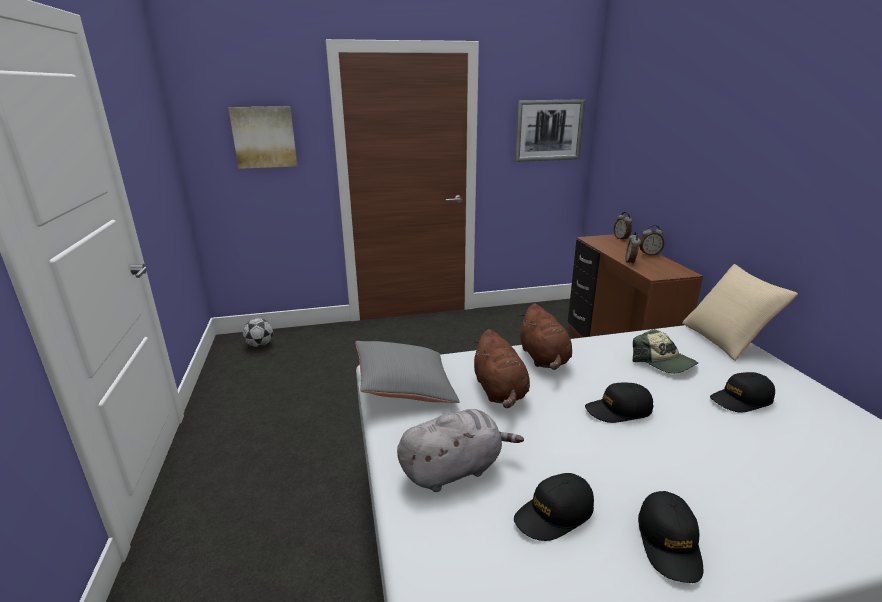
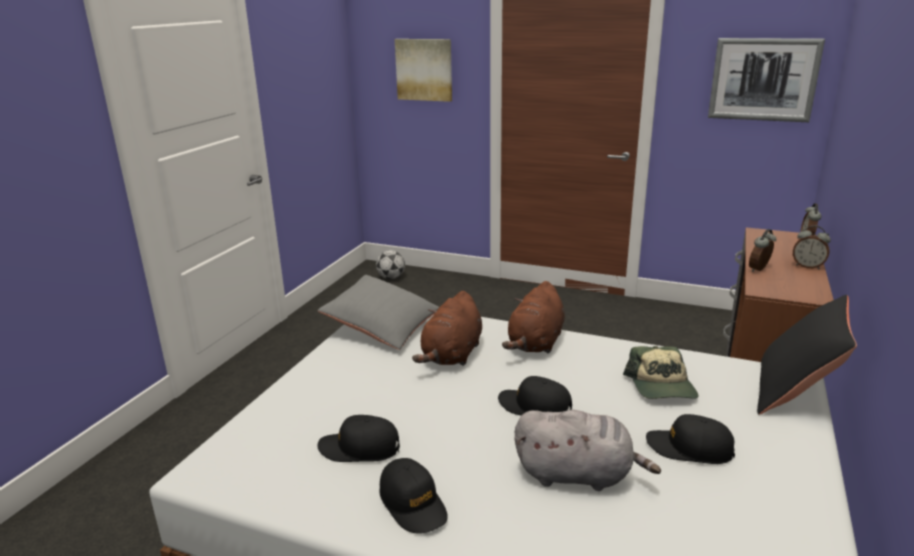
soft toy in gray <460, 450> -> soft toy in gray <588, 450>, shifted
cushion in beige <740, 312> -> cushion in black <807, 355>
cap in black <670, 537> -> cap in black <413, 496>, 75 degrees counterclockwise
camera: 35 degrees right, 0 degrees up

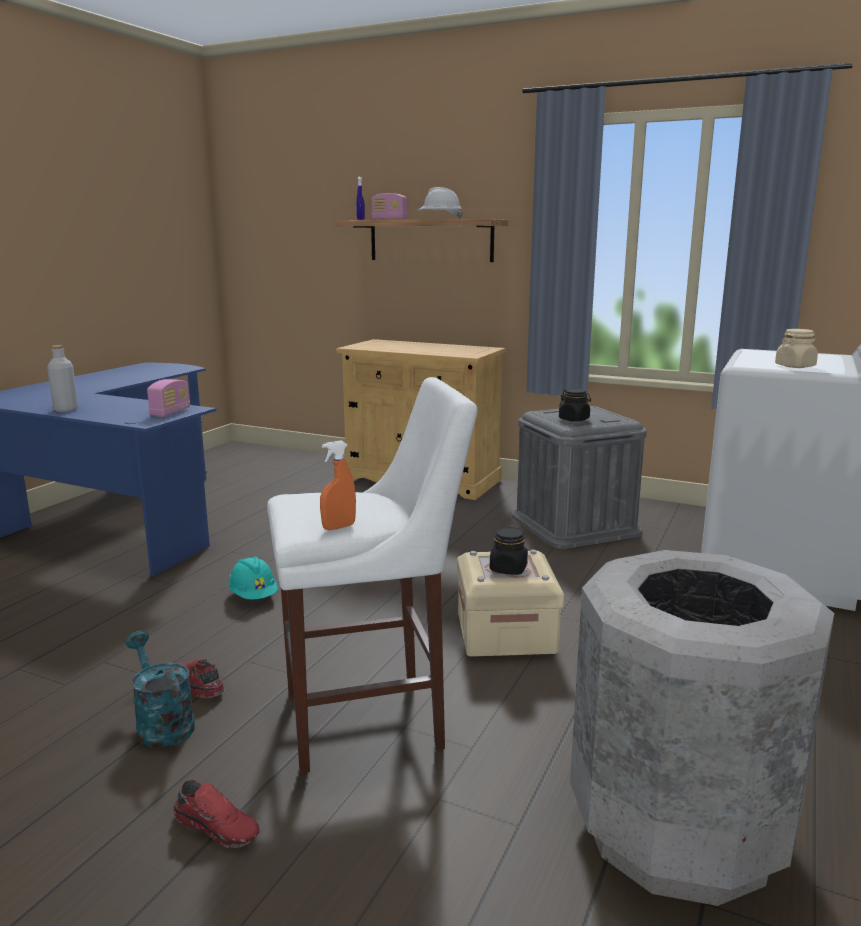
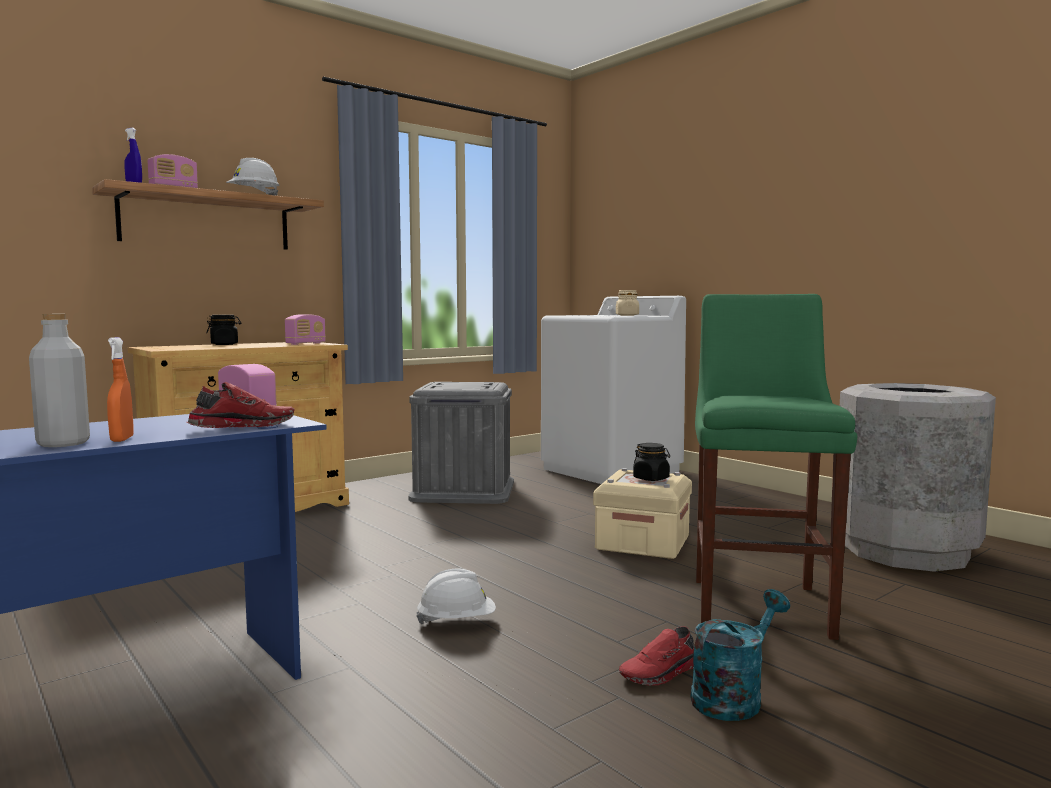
none -> radio set <305, 329>
shoe in red-coloured <216, 814> -> shoe in red-coloured <241, 405>, shifted
spray bottle in orangey <338, 485> -> spray bottle in orangey <120, 389>, shifted
storage jar in black <575, 405> -> storage jar in black <223, 330>, shifted
hard hat in turquoise-coloured <253, 577> -> hard hat in whitish <456, 596>
stool seat in whitish <372, 575> -> stool seat in green <776, 467>
watering can in turquoise-coloured <160, 689> -> watering can in turquoise-coloured <740, 655>, 150 degrees clockwise
camera: 65 degrees left, 10 degrees down

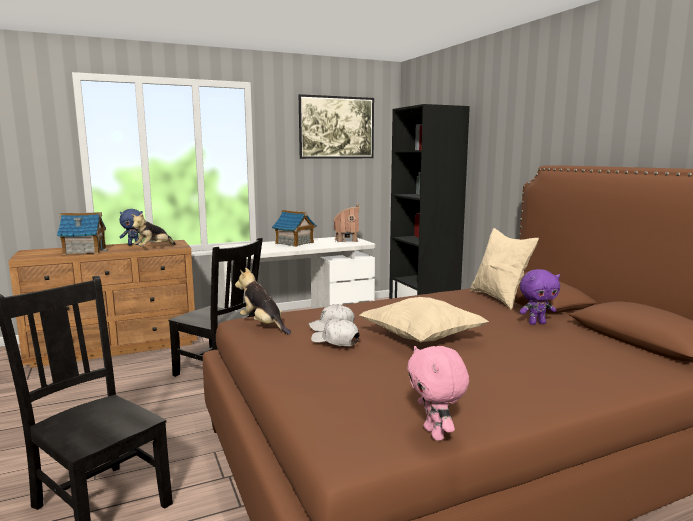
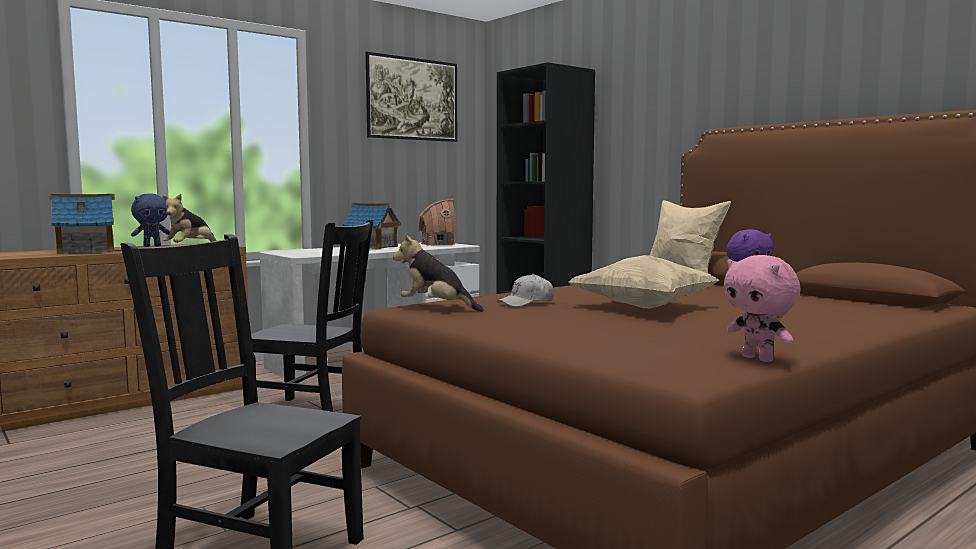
cap in whitish <335, 332> -> none
camera: 15 degrees left, 5 degrees down

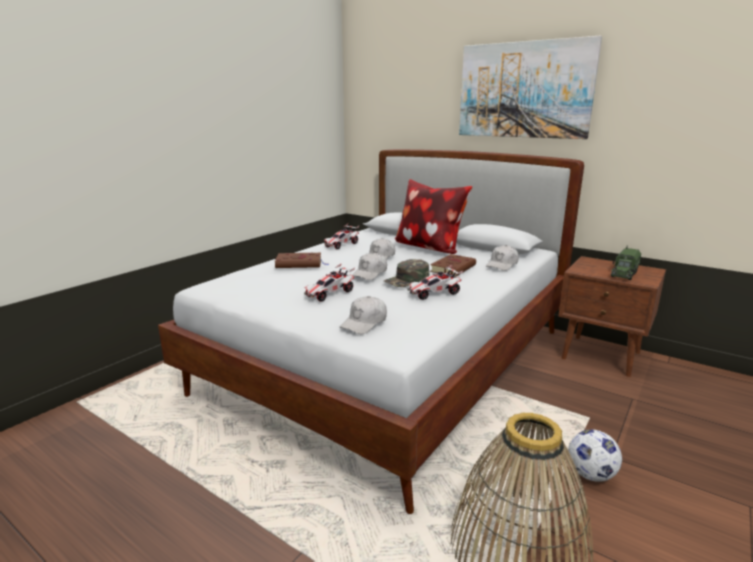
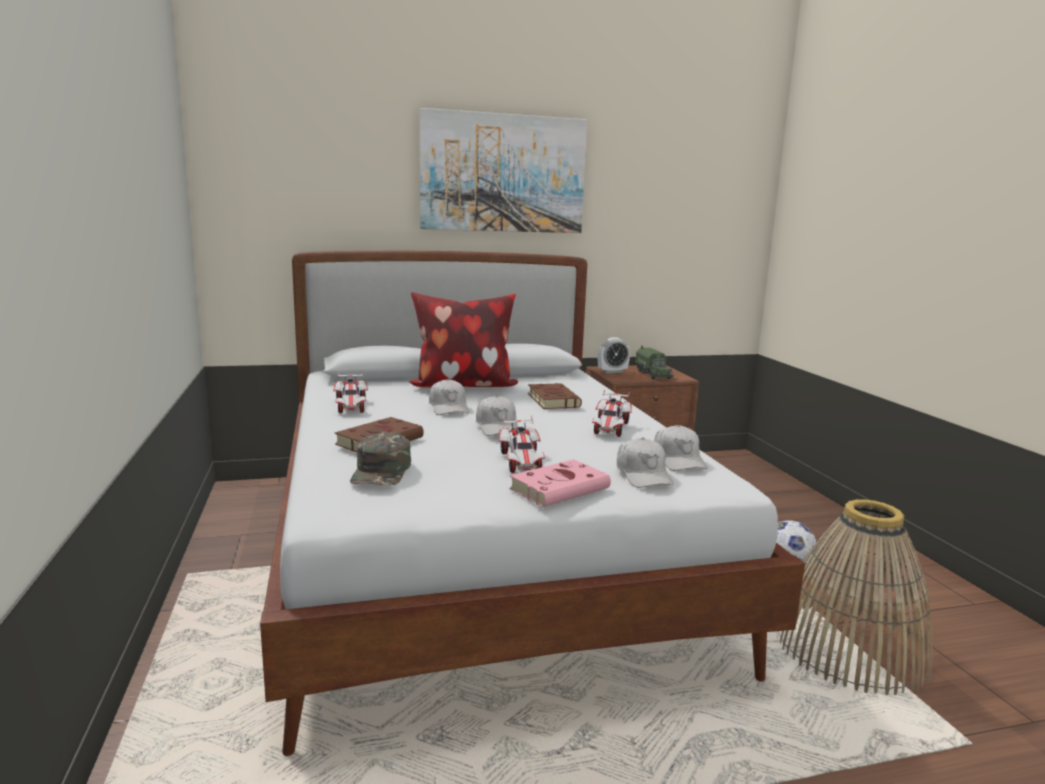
none -> bound book in pink-coloured <560, 483>
none -> bedside clock <614, 355>
cap in green <406, 273> -> cap in green <380, 459>, shifted
cap in whitish <502, 258> -> cap in whitish <681, 448>, shifted
camera: 50 degrees left, 5 degrees down

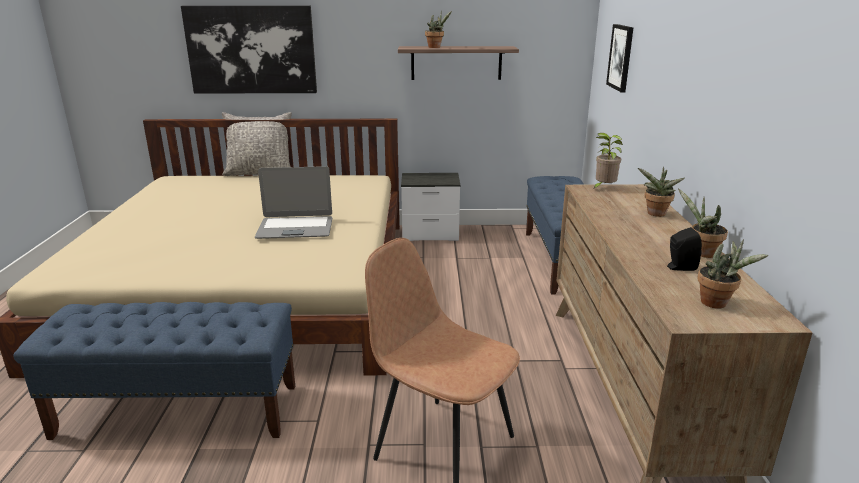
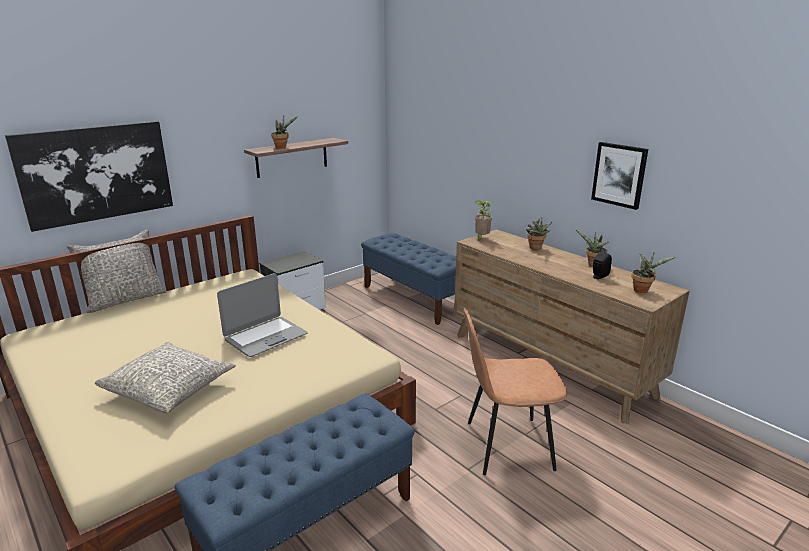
none -> cushion in gray <165, 377>
wall picture <619, 58> -> wall picture <619, 176>, shifted
camera: 40 degrees left, 0 degrees up

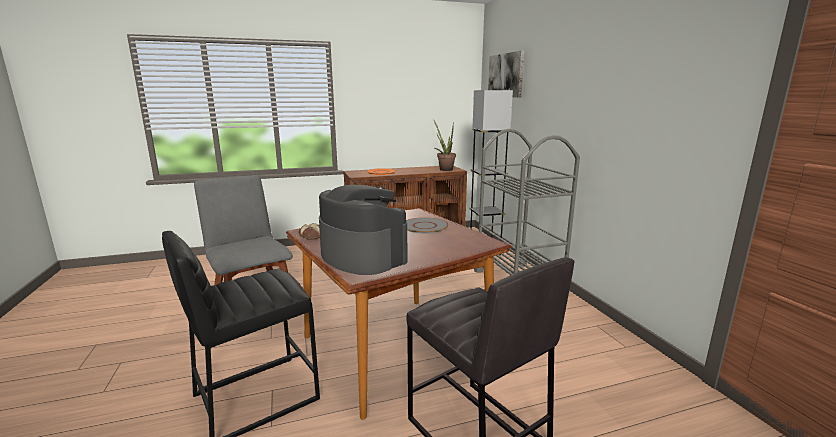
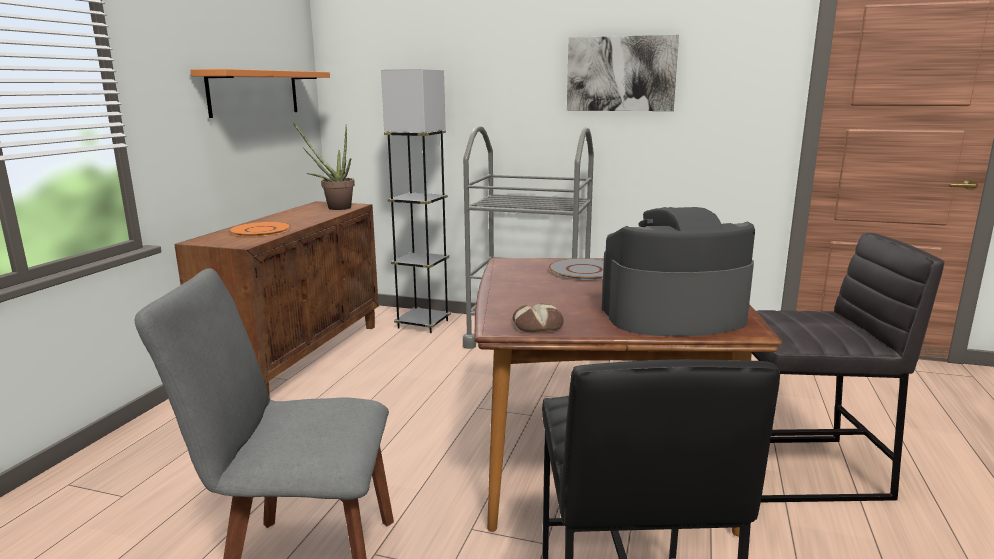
none -> bracket shelf in orangey <260, 93>
wall picture <506, 74> -> wall picture <623, 73>, shifted
camera: 55 degrees left, 0 degrees up

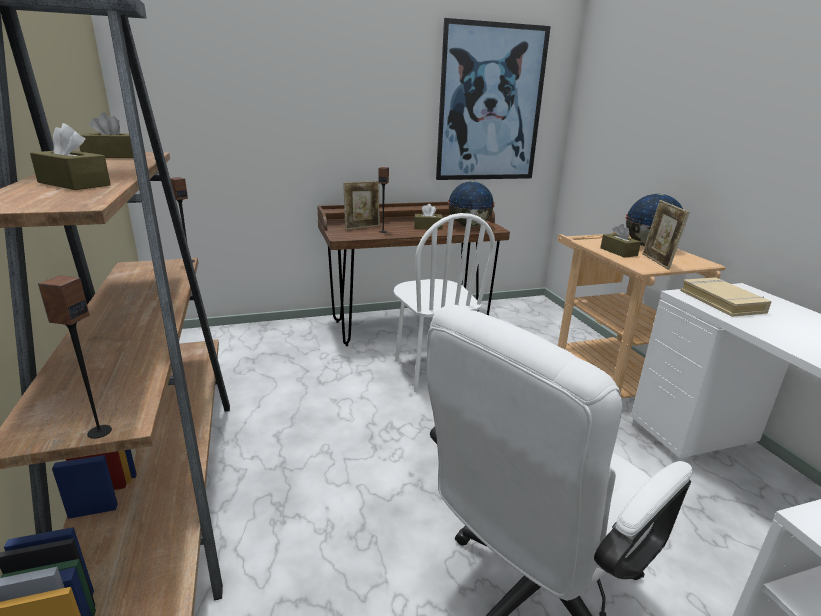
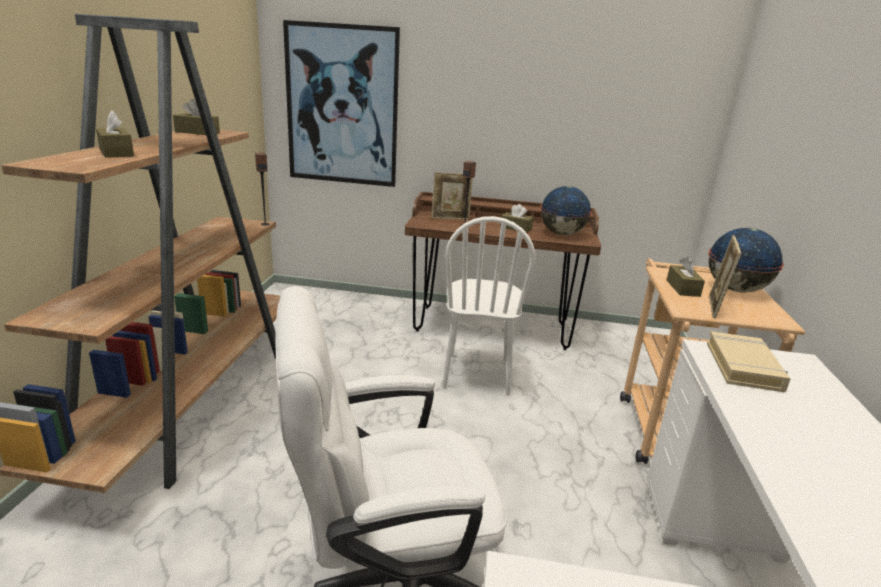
audio speaker <75, 357> -> none
wall picture <493, 99> -> wall picture <341, 103>, shifted
camera: 25 degrees right, 0 degrees up

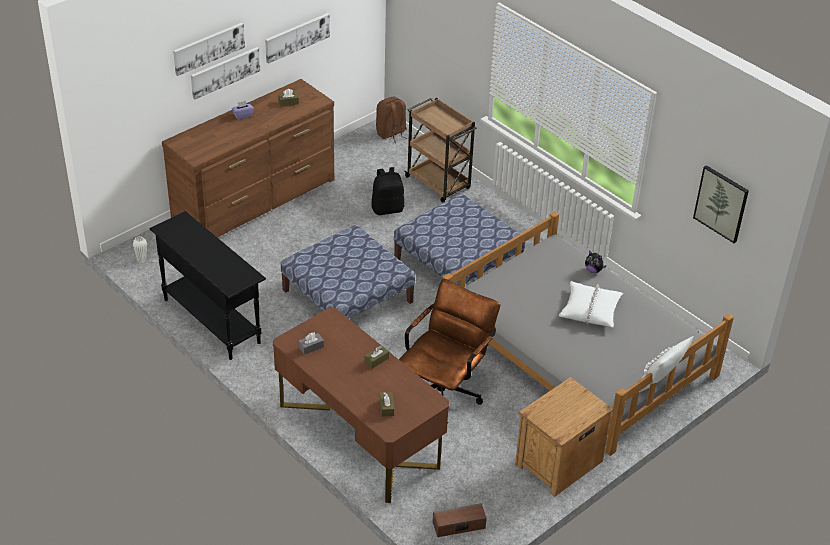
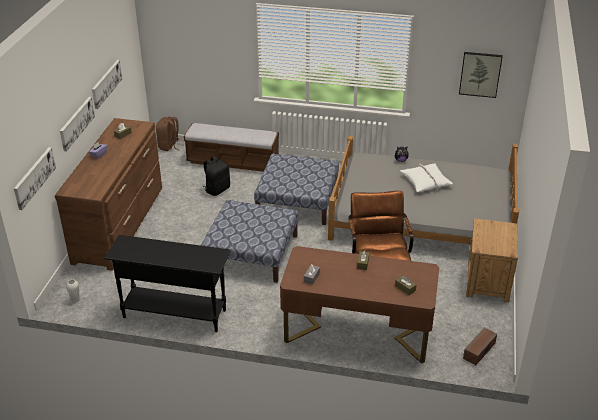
cushion in whitish <666, 364> -> none
wall picture <209, 49> -> wall picture <35, 178>, shifted
wheeled cart in brown-coloured <440, 150> -> indoor bench <231, 147>
camera: 35 degrees left, 5 degrees down

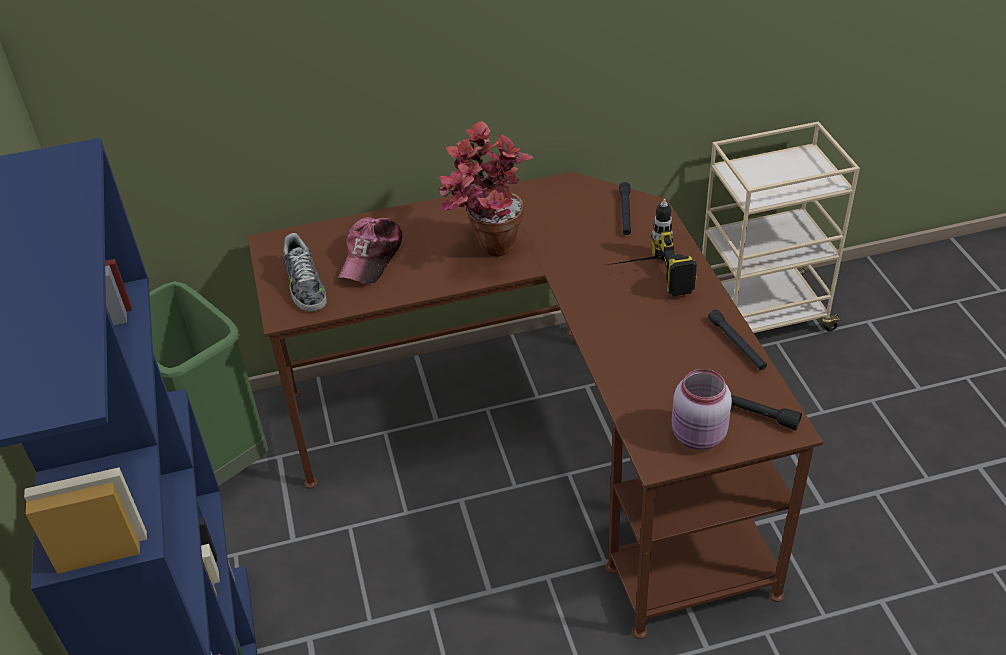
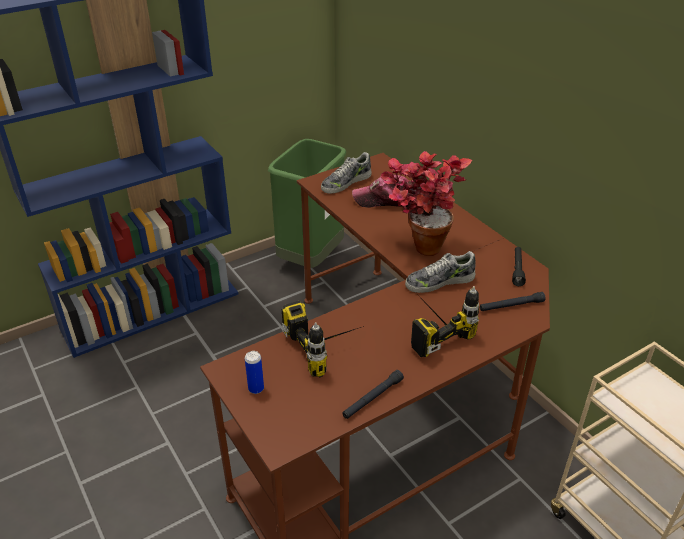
none -> drill <323, 339>
none -> shoe <440, 272>
flashlight in black <766, 412> -> flashlight in black <519, 266>, shifted
storage jar in pink-coloured <702, 409> -> can <254, 372>
camera: 70 degrees right, 5 degrees down

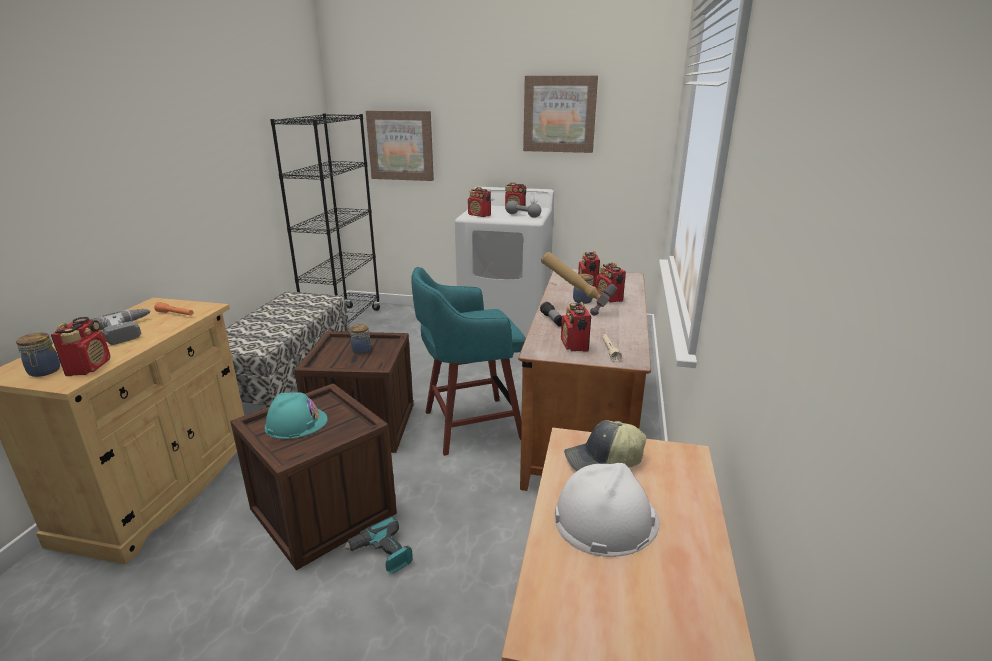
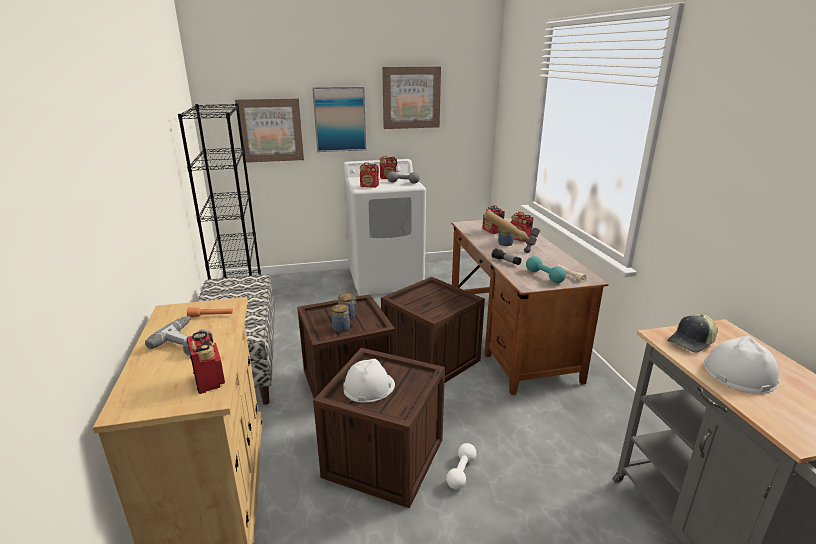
none -> wall picture <339, 119>
storage jar <38, 355> -> storage jar <341, 318>, shifted
drill <377, 545> -> hand weight in whitish <461, 466>
stool seat in turquoise-coloured <468, 361> -> crate <433, 330>
radio set <576, 327> -> hand weight in turquoise-coloured <546, 269>
hard hat in turquoise-coloured <296, 415> -> hard hat in whitish <369, 381>
camera: 25 degrees left, 0 degrees up

